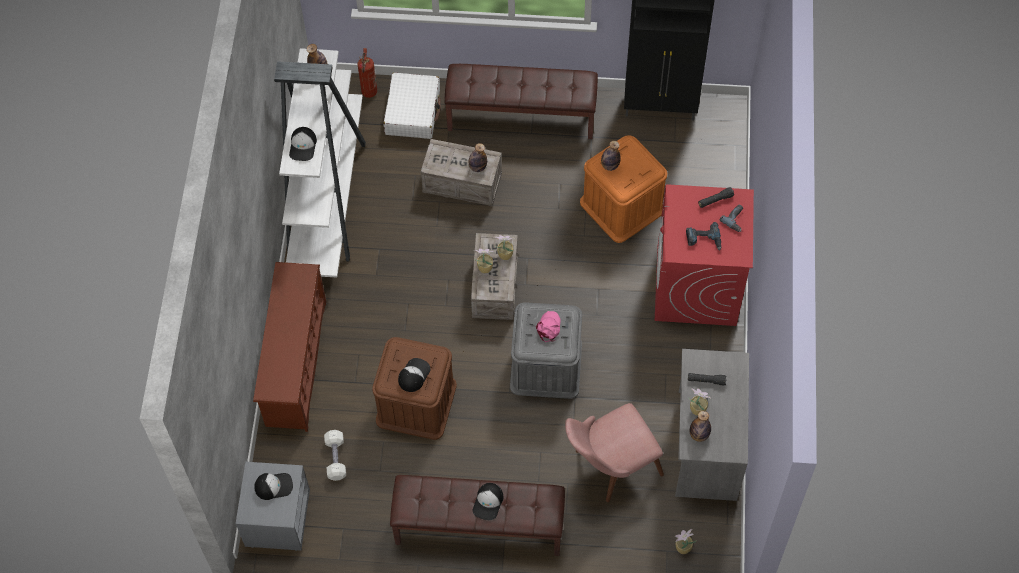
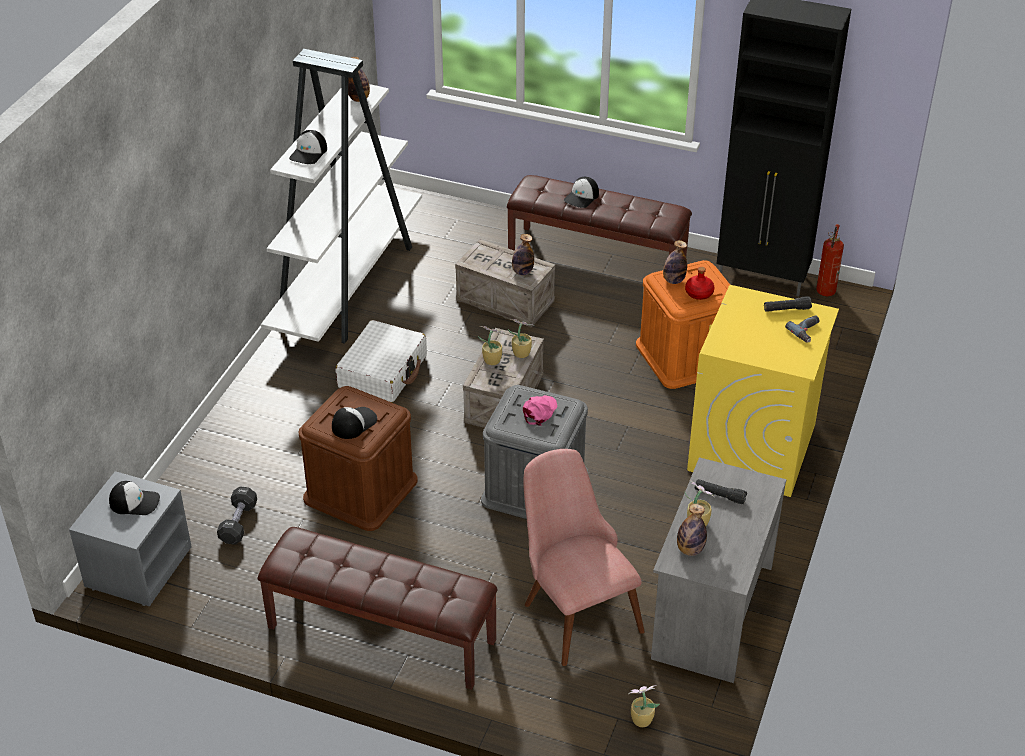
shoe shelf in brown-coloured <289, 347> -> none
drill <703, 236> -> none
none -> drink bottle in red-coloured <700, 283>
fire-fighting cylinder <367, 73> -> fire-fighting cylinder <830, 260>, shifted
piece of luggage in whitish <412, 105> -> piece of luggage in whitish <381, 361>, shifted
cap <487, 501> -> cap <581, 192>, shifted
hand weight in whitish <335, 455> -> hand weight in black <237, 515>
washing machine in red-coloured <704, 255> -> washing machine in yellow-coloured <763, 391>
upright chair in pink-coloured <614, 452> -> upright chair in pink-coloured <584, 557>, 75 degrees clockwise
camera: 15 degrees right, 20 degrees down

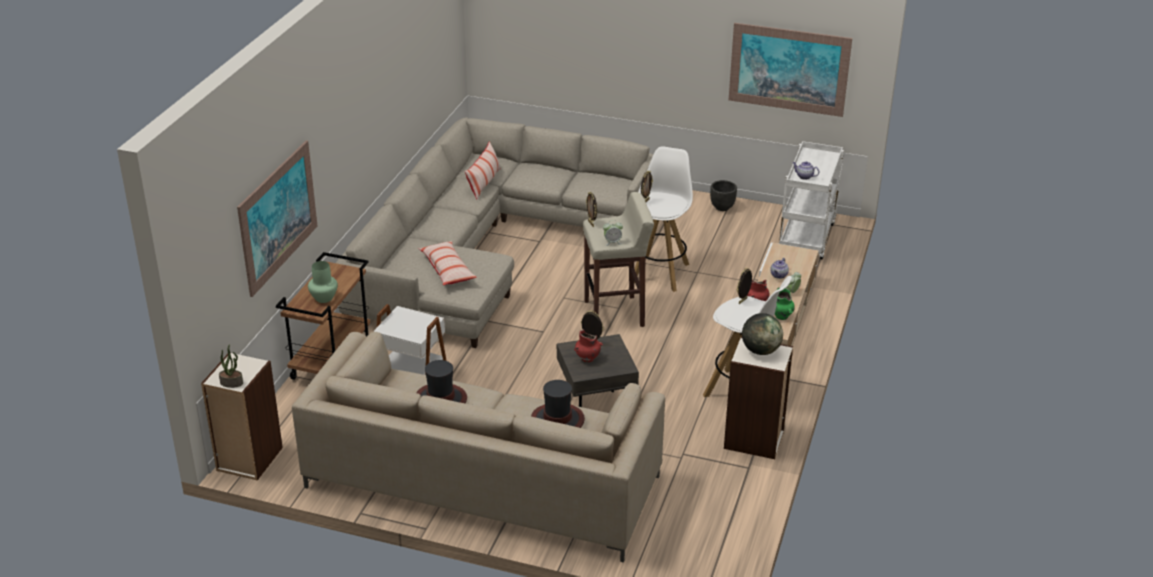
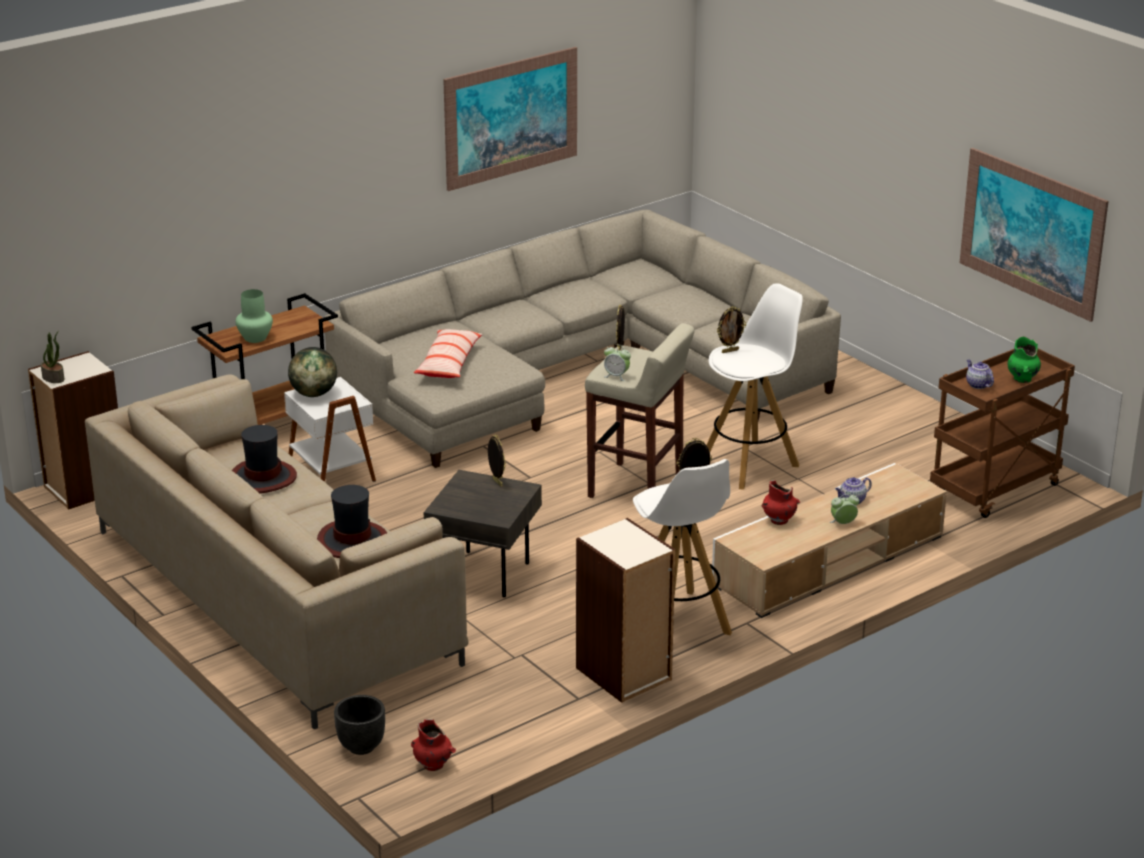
cushion <483, 170> -> none
wall picture <277, 218> -> wall picture <510, 119>, shifted
flower vase in red-coloured <588, 346> -> flower vase in red-coloured <433, 745>, shifted
flower pot in black <723, 195> -> flower pot in black <359, 725>, shifted
world globe <762, 334> -> world globe <312, 372>, shifted
flower vase in green <784, 303> -> flower vase in green <1024, 359>, shifted
wheeled cart in whitish <811, 200> -> wheeled cart in brown-coloured <1002, 433>
camera: 35 degrees right, 5 degrees down

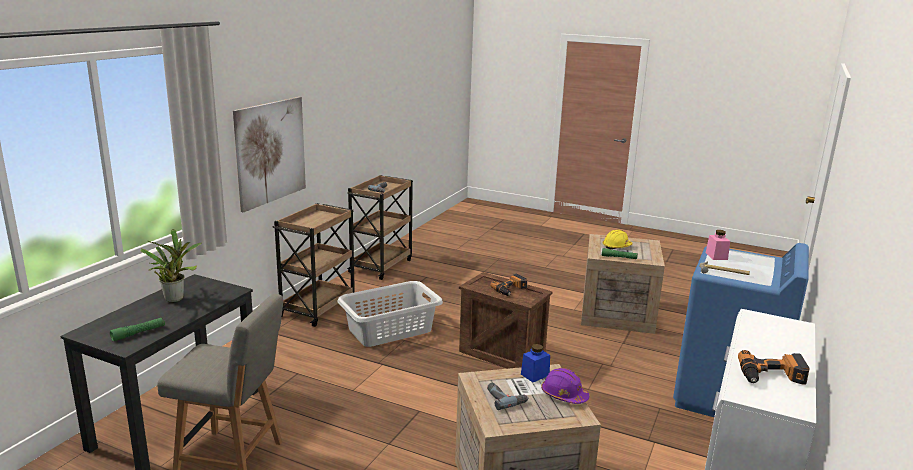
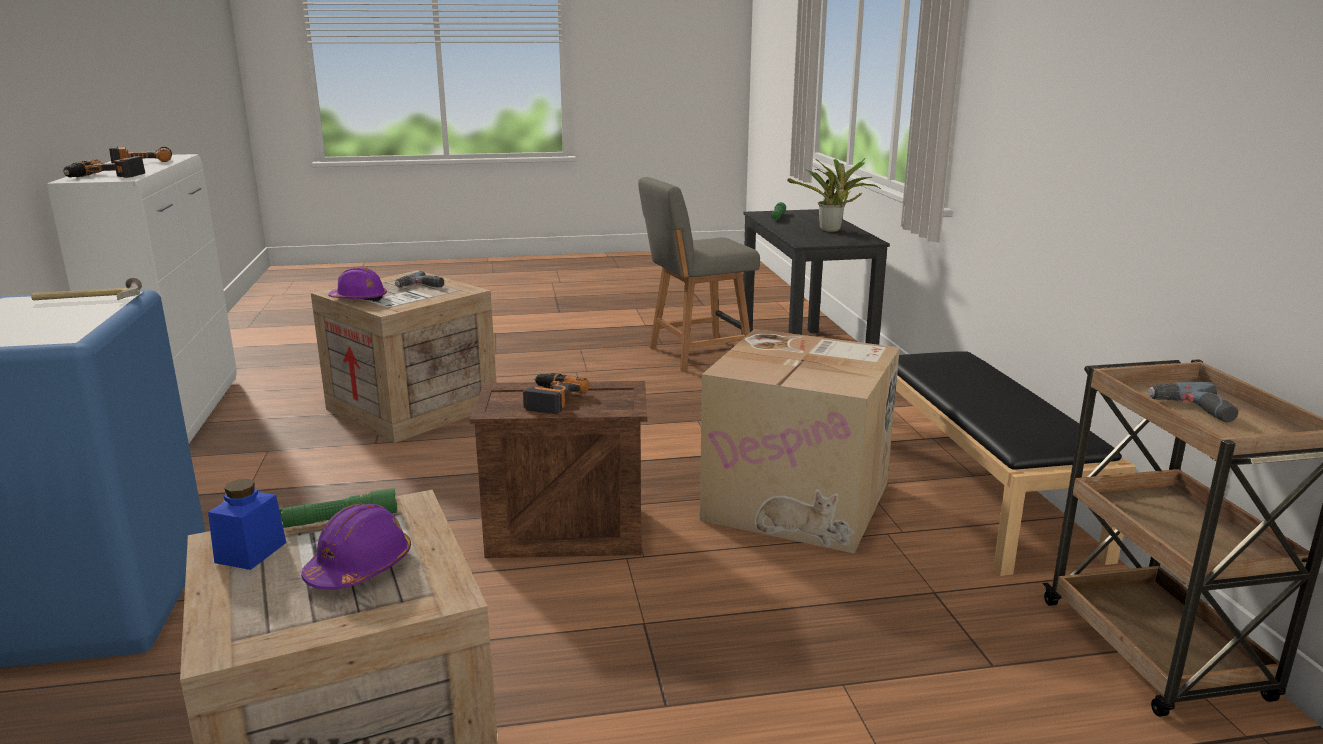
wall picture <269, 154> -> none
storage jar in pink-coloured <718, 245> -> none
none -> drill <104, 167>
storage jar in blue-coloured <535, 363> -> storage jar in blue-coloured <247, 524>, shifted
wheeled cart in brown-coloured <313, 265> -> indoor bench in black <1016, 463>
washing basket in gray <390, 314> -> carton <800, 441>
hard hat in yellow-coloured <617, 239> -> hard hat in purple-coloured <356, 547>
camera: 145 degrees right, 0 degrees up

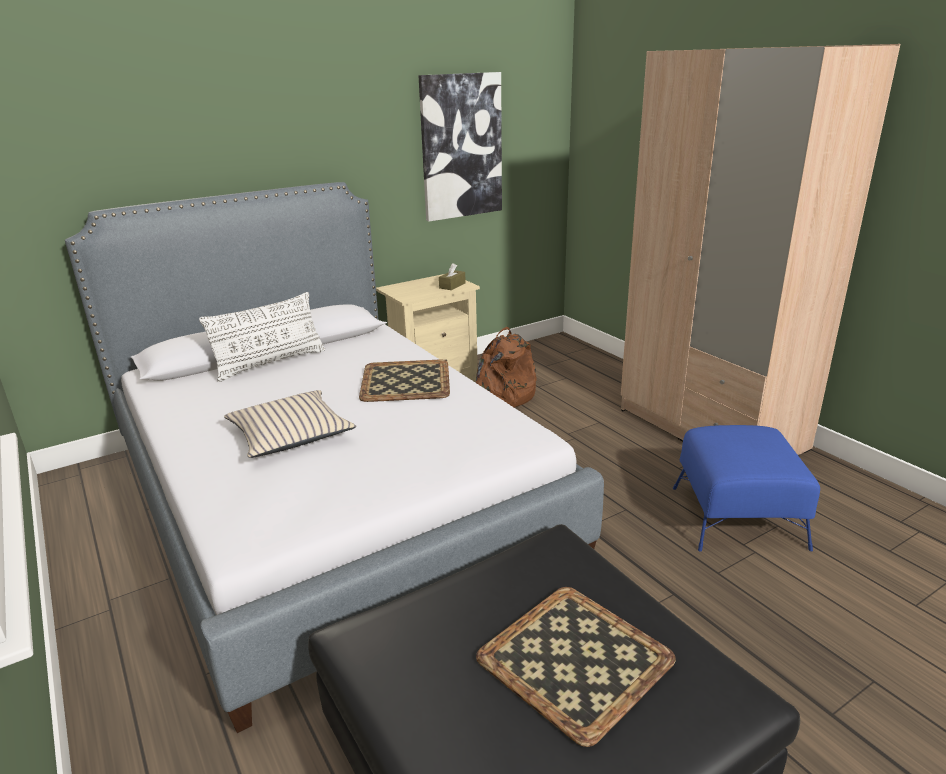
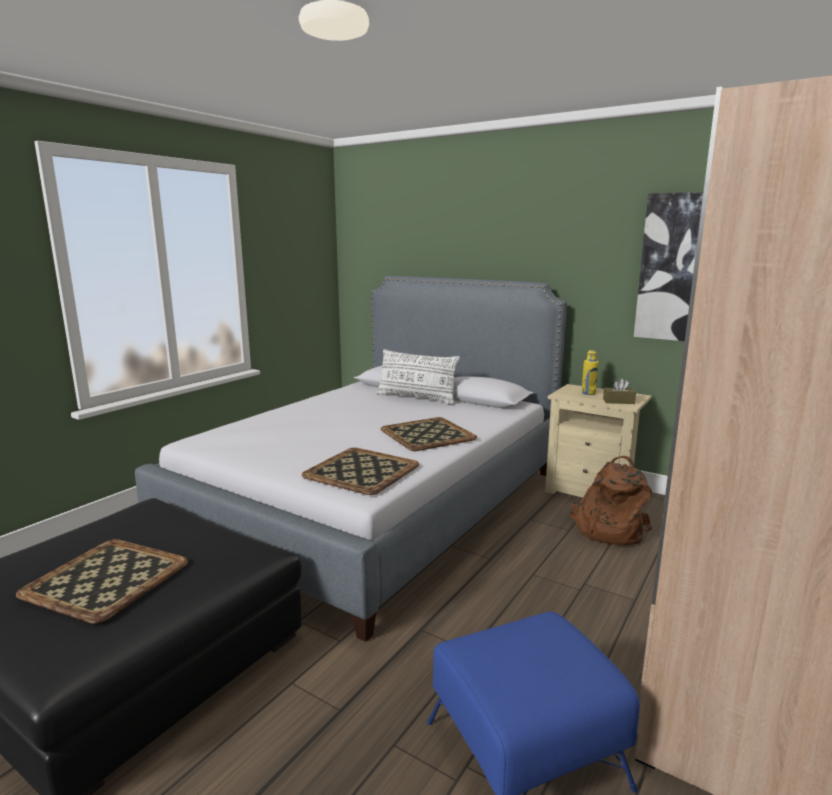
cushion in beige <290, 424> -> none
none -> tray <360, 471>
none -> drink bottle in yellow-coloured <590, 372>
camera: 65 degrees right, 10 degrees down

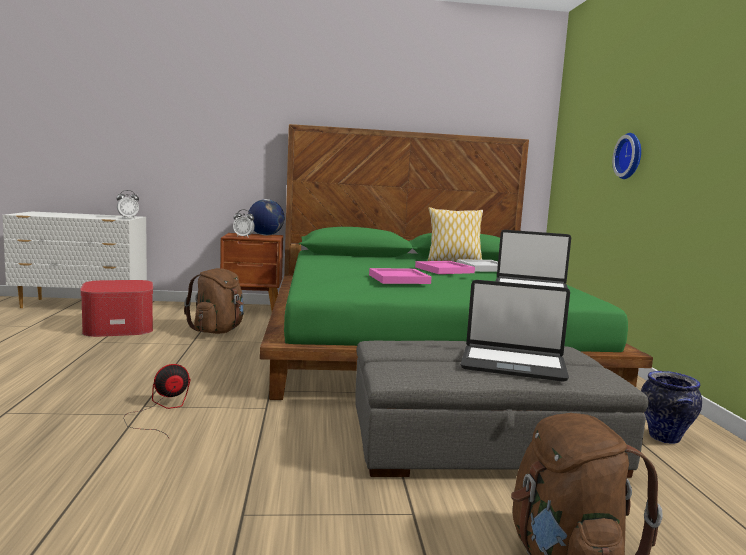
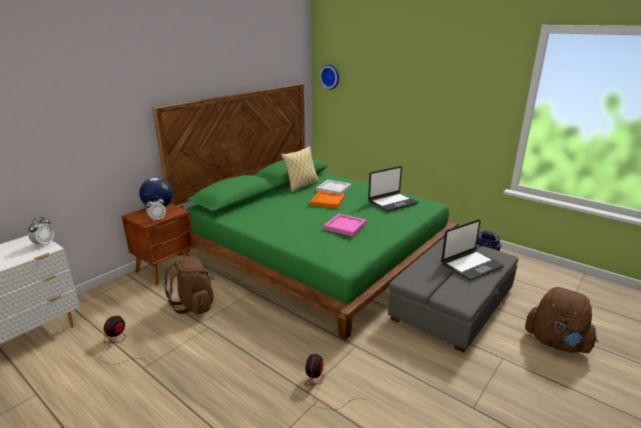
wall clock <626, 156> -> wall clock <329, 77>, shifted
ottoman <116, 308> -> electric fan <121, 340>
tray in pink-coloured <445, 267> -> tray in orangey <327, 200>
camera: 45 degrees left, 15 degrees up

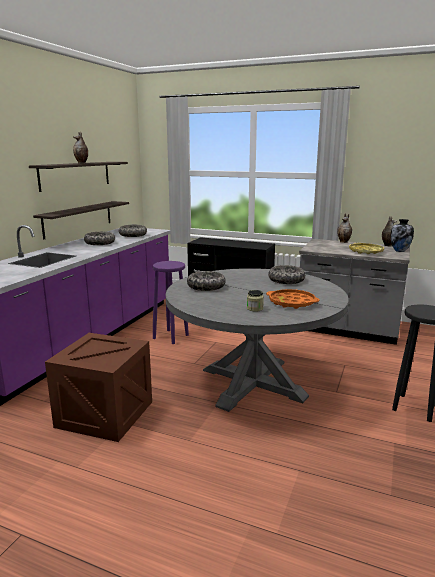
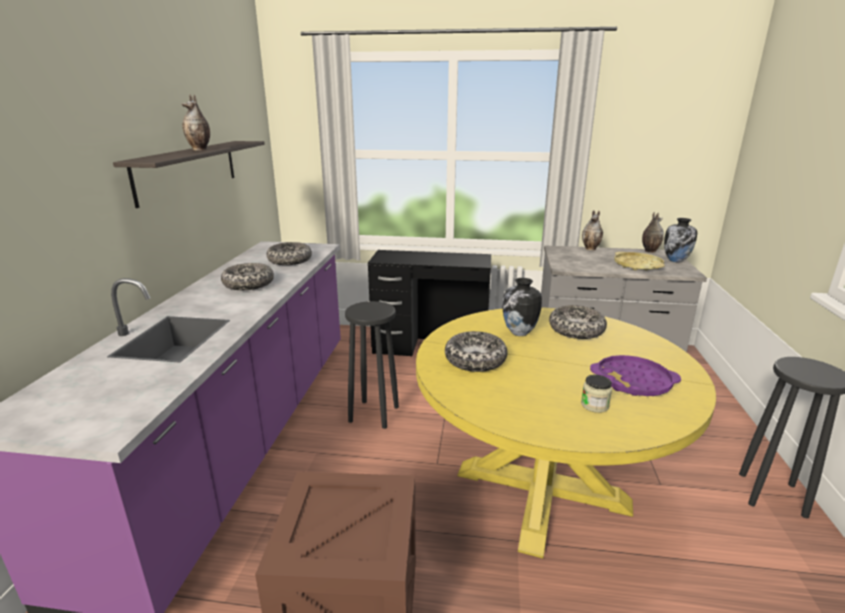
bracket shelf <81, 220> -> none
none -> flower vase <522, 307>
stool seat in purple-coloured <171, 302> -> stool seat in black <372, 365>
kitchen table in gray <257, 340> -> kitchen table in yellow-coloured <566, 433>
tray in orangey <293, 299> -> tray in purple-coloured <635, 375>
camera: 15 degrees left, 5 degrees up

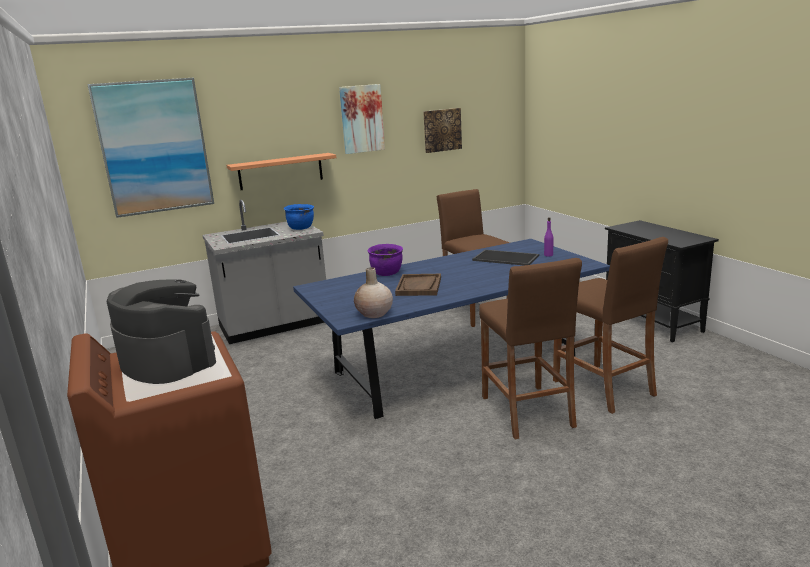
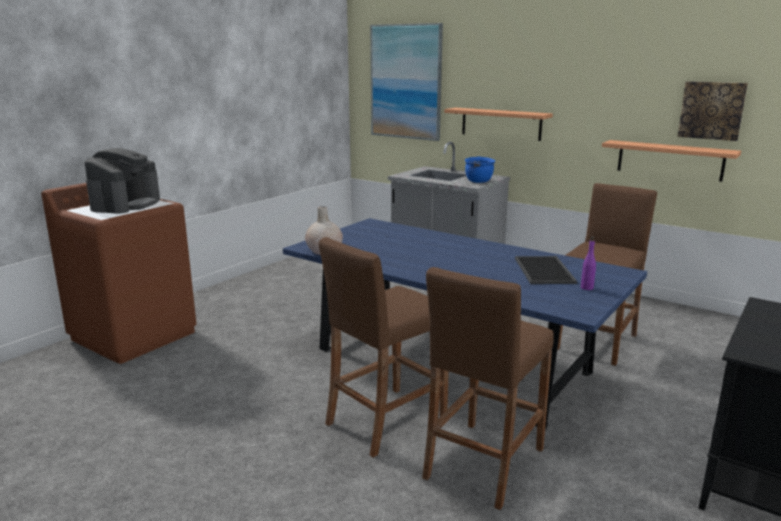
wall picture <362, 119> -> none
saucepot in purple-coloured <385, 260> -> none
tray in brown-coloured <418, 285> -> none
none -> bracket shelf <671, 161>
camera: 60 degrees right, 0 degrees up

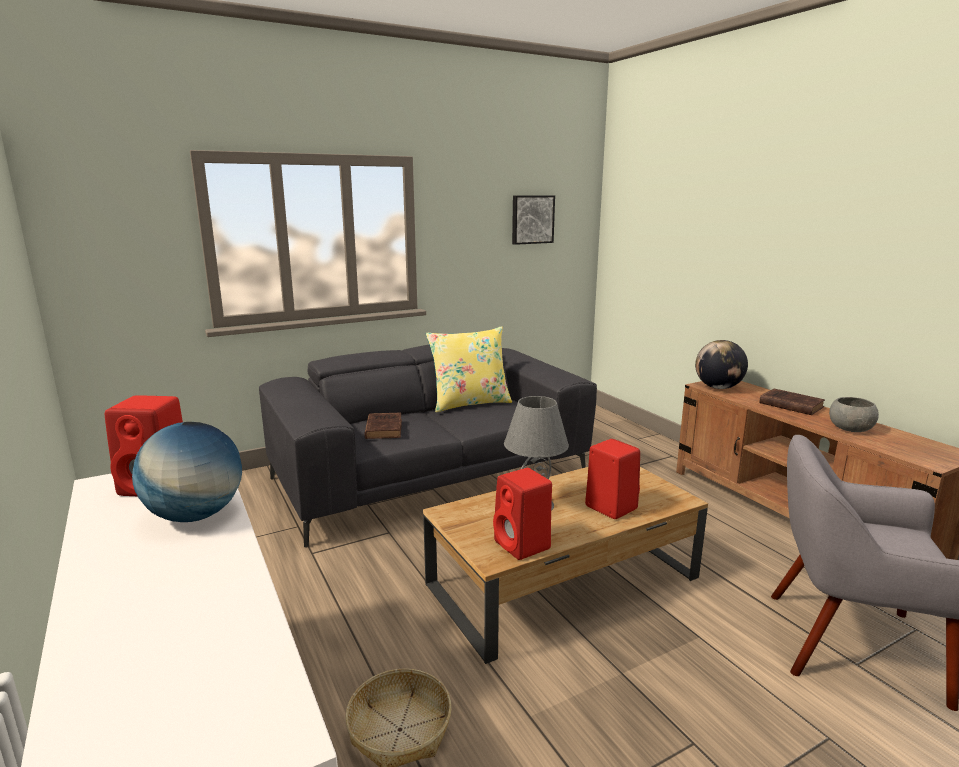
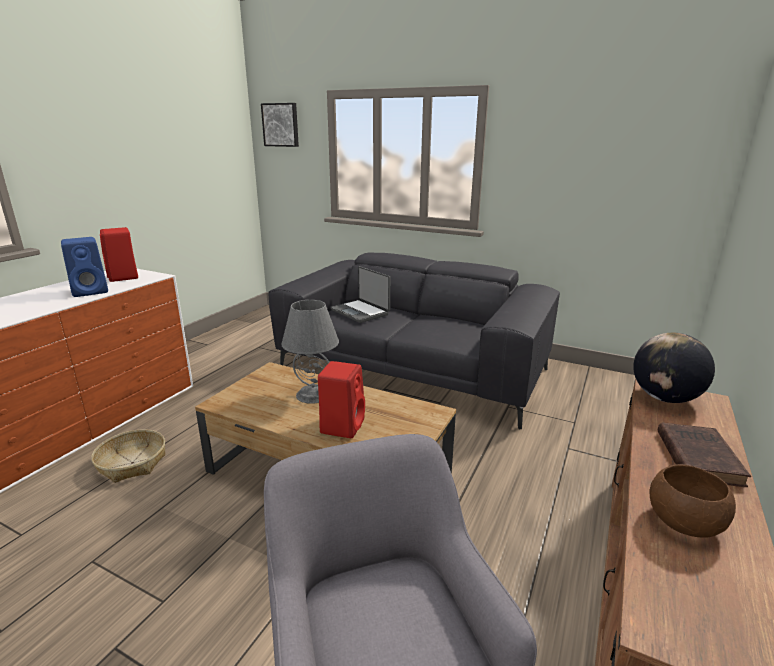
cushion in yellow-coloured <469, 369> -> none
audio speaker in red-coloured <522, 514> -> none
wall picture <533, 220> -> wall picture <280, 125>, shifted
world globe <187, 472> -> audio speaker in blue-coloured <84, 267>
bound book in brown-coloured <383, 426> -> portable computer <360, 294>
deep dish in gray <854, 414> -> deep dish in brown-coloured <692, 500>
camera: 55 degrees right, 5 degrees up

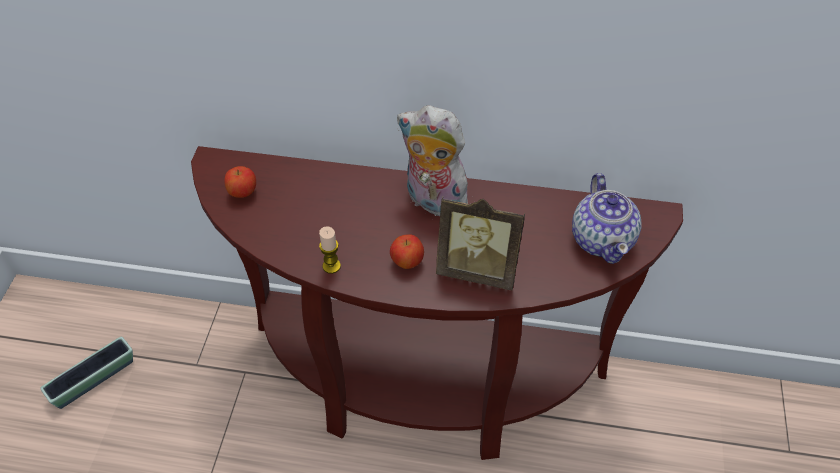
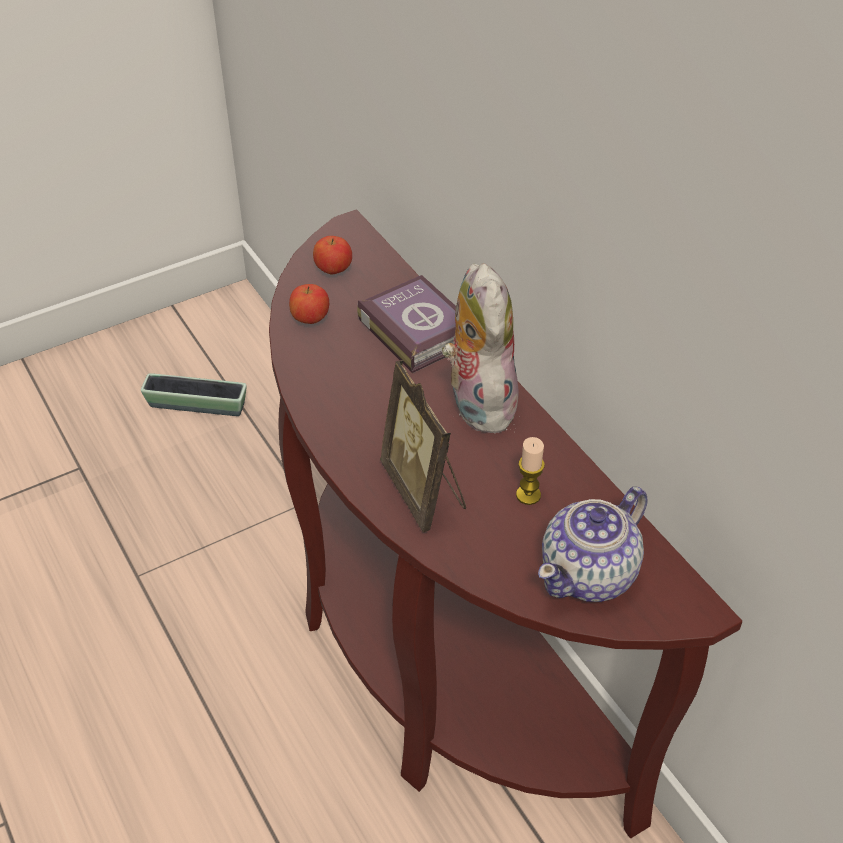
none -> bound book <406, 324>
wax light <330, 250> -> wax light <530, 471>, shifted
whole apple <407, 251> -> whole apple <309, 304>, shifted
camera: 50 degrees right, 5 degrees down

